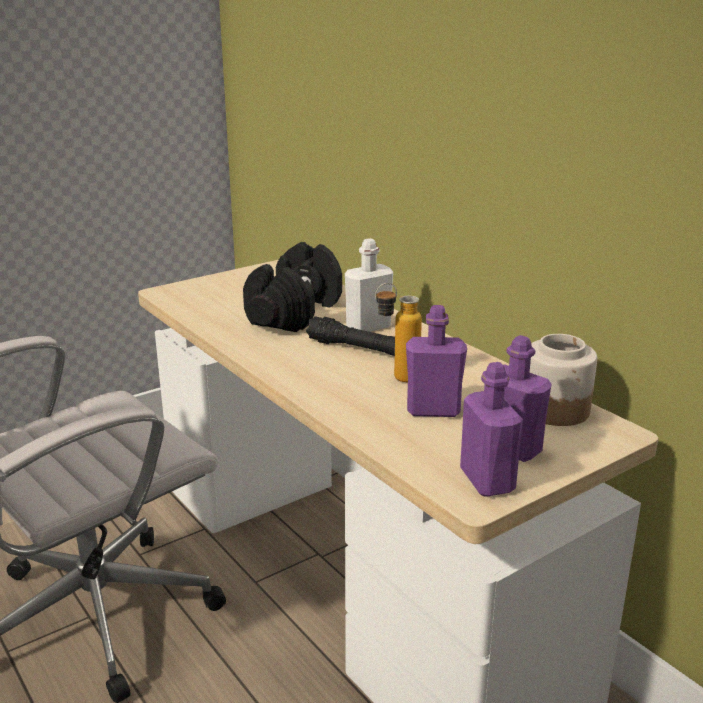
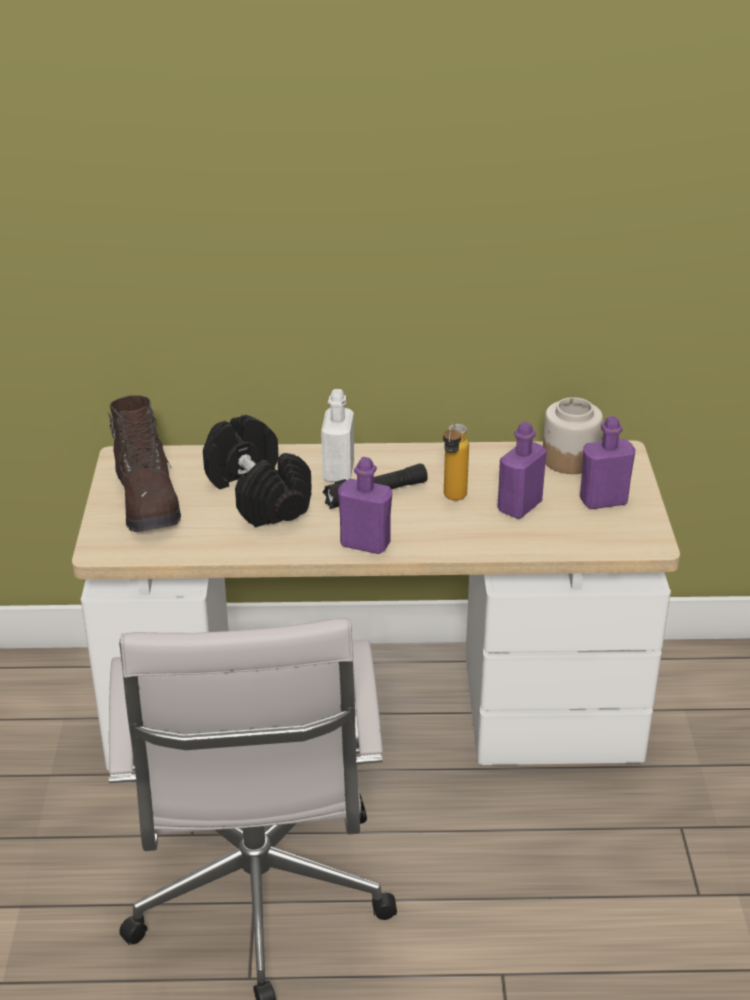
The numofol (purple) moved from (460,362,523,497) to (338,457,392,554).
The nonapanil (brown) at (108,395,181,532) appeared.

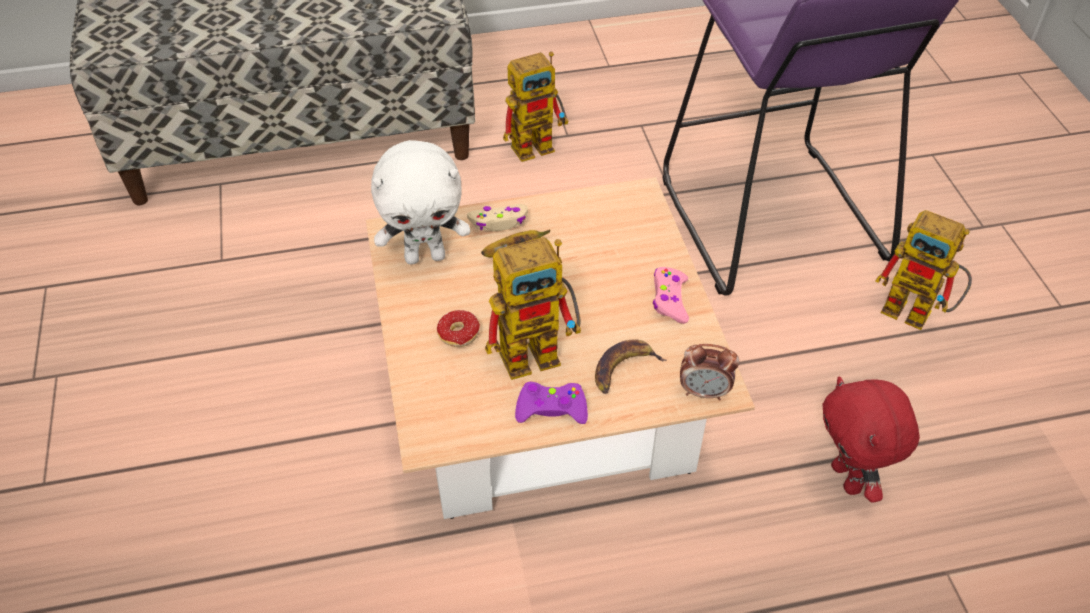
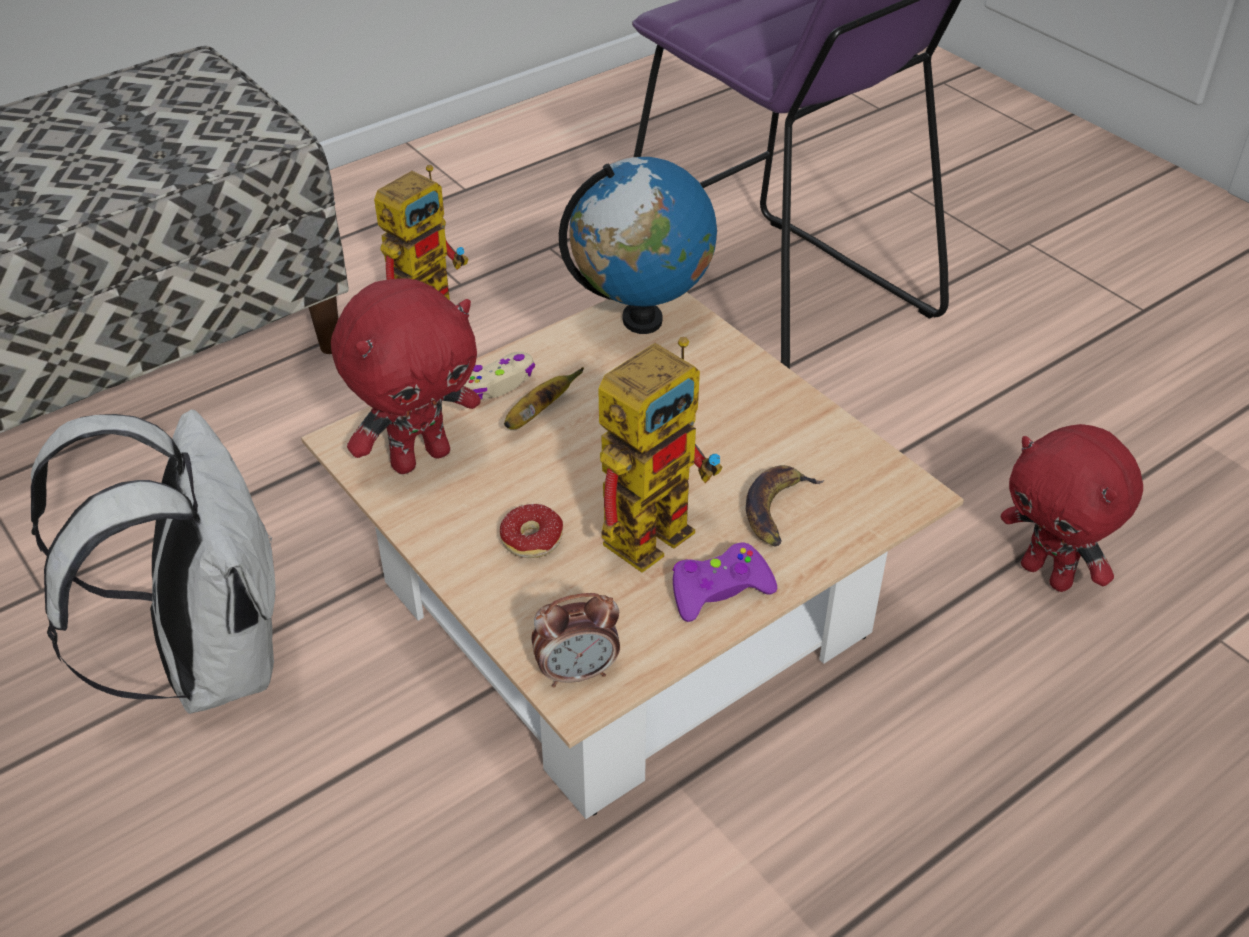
The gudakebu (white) at (371,140,470,264) became the gudakebu (red) at (331,278,481,474).
The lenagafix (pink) at (653,267,689,324) disappeared.
The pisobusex moved from (680,344,739,401) to (531,593,620,687).
The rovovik at (875,210,972,330) disappeared.
The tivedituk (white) at (31,409,275,714) appeared.
The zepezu at (559,157,717,334) appeared.

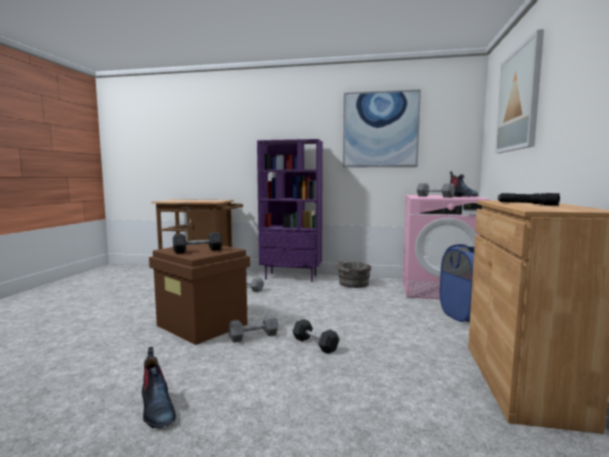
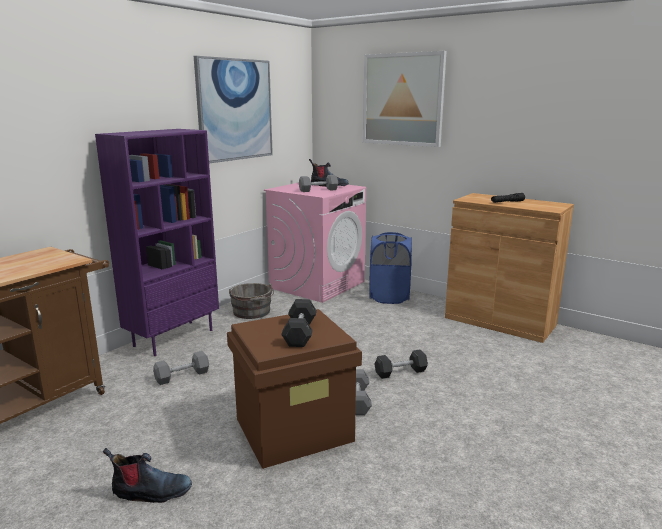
The nonapanil moved from (142,347,176,428) to (103,448,192,503).

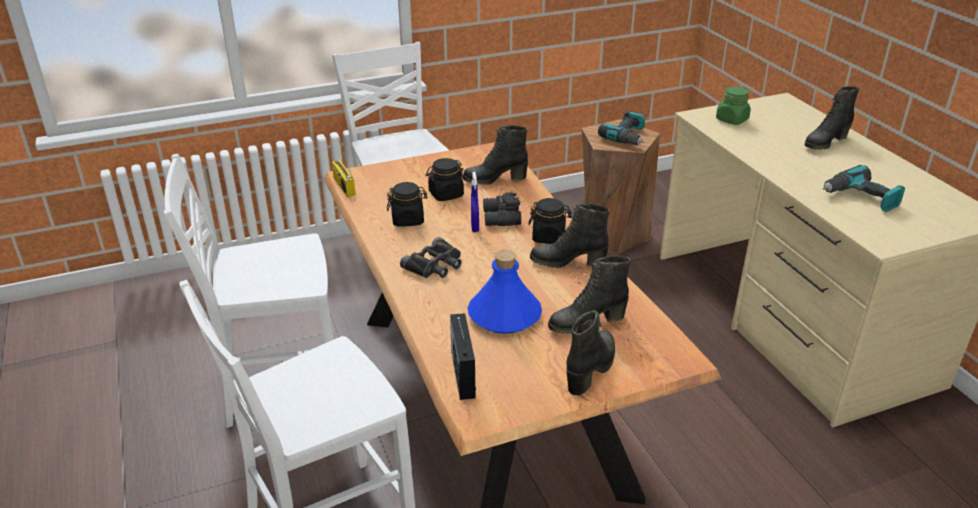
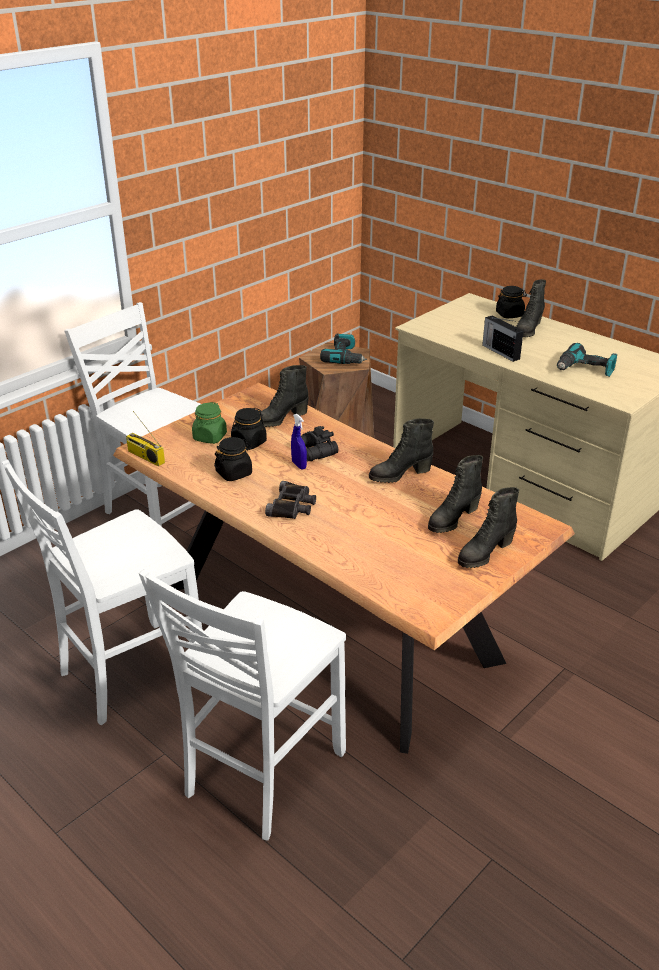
The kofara moved from (450,313,476,400) to (482,315,524,362).
The numofol (blue) at (468,250,542,334) disappeared.
The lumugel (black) moved from (528,198,572,244) to (496,286,527,318).
The nonapanil (black) at (566,310,615,396) turned 135 degrees counterclockwise.
The lumugel (green) moved from (716,87,751,125) to (192,402,227,444).

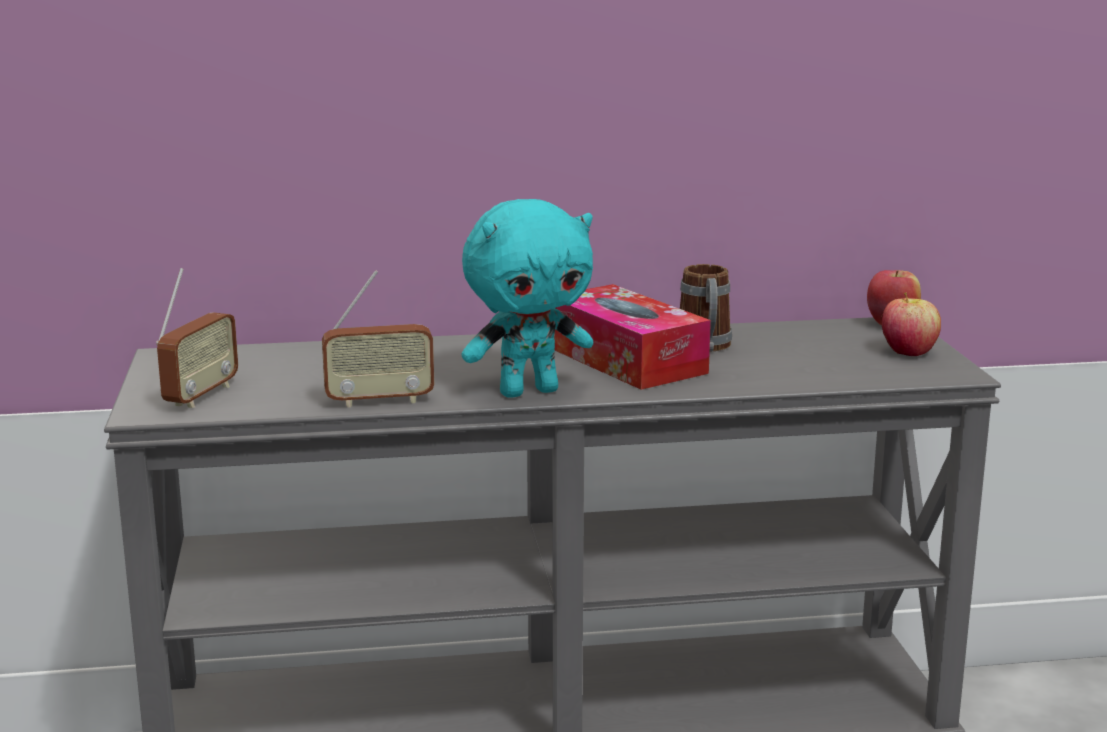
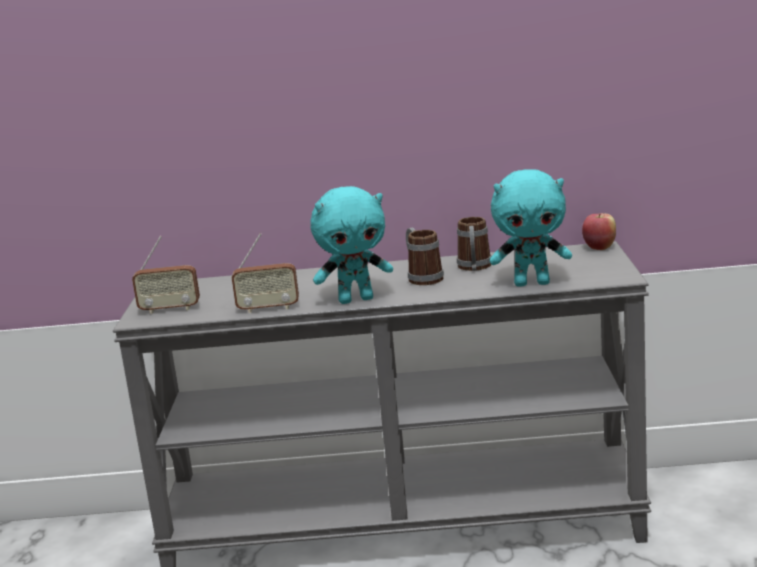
The kofara at (156,268,238,408) turned 60 degrees clockwise.
The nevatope at (554,284,711,390) was replaced by the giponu at (406,228,444,285).
The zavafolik at (882,292,941,356) disappeared.
The gudakebu (turquoise) at (490,169,572,287) appeared.

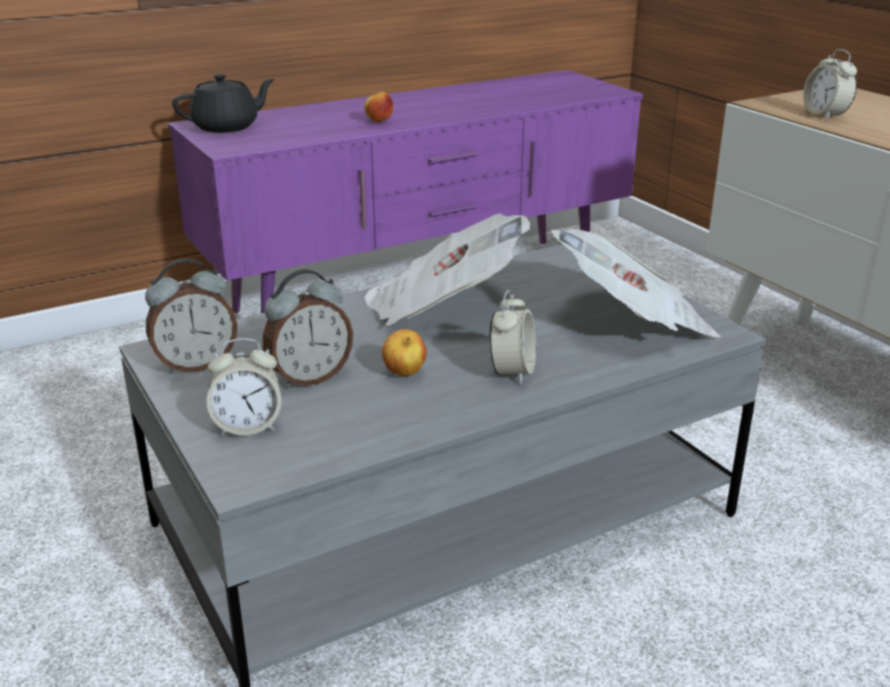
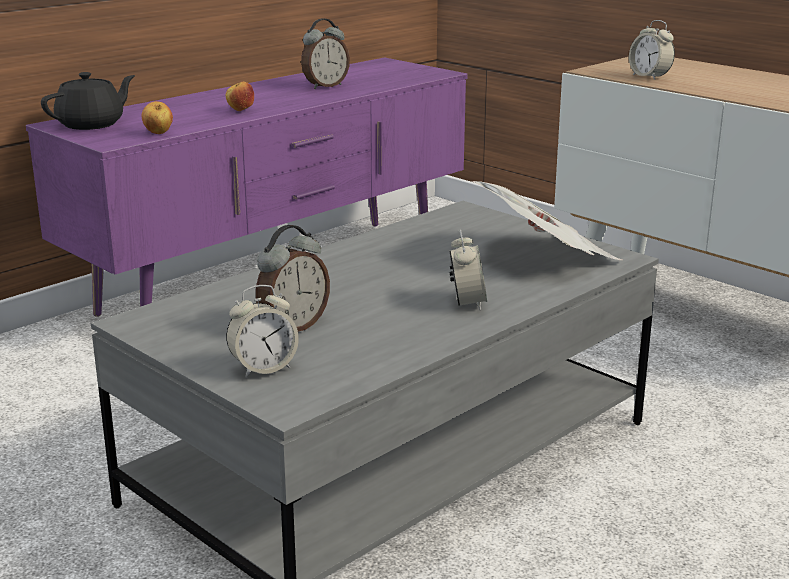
The pisobusex moved from (145,258,237,374) to (301,19,350,89).
The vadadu at (364,213,531,326) disappeared.
The zavafolik moved from (382,329,427,376) to (142,101,173,134).

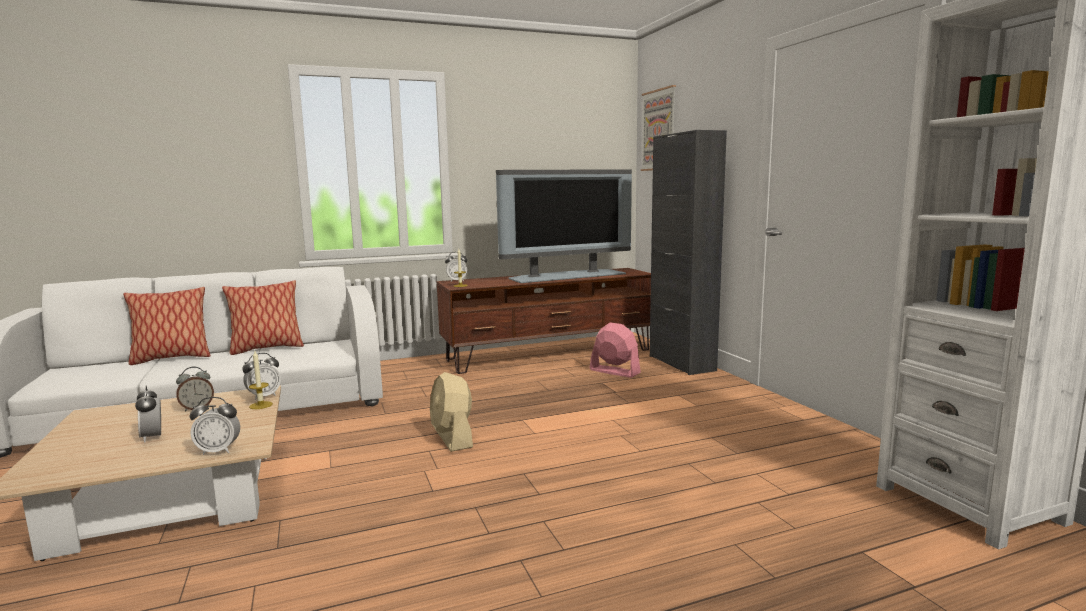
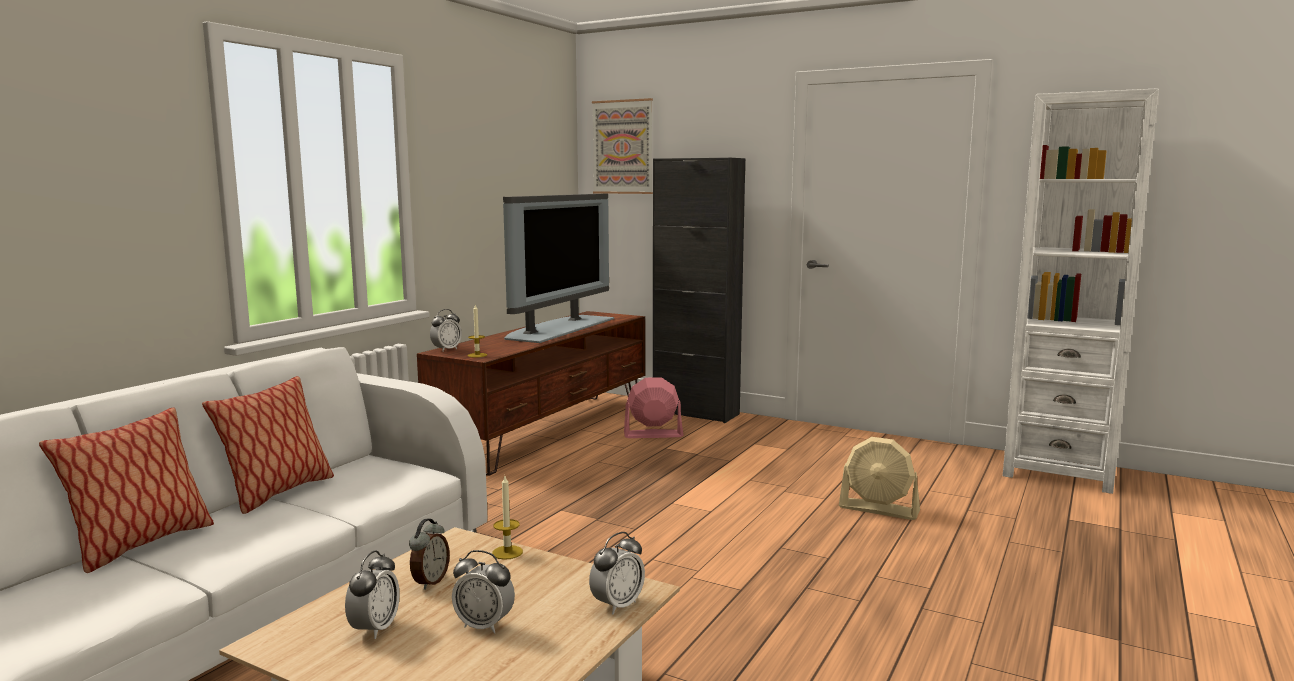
The pisobusex moved from (242,353,281,400) to (345,550,400,639).
The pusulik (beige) moved from (430,372,473,452) to (839,437,920,520).

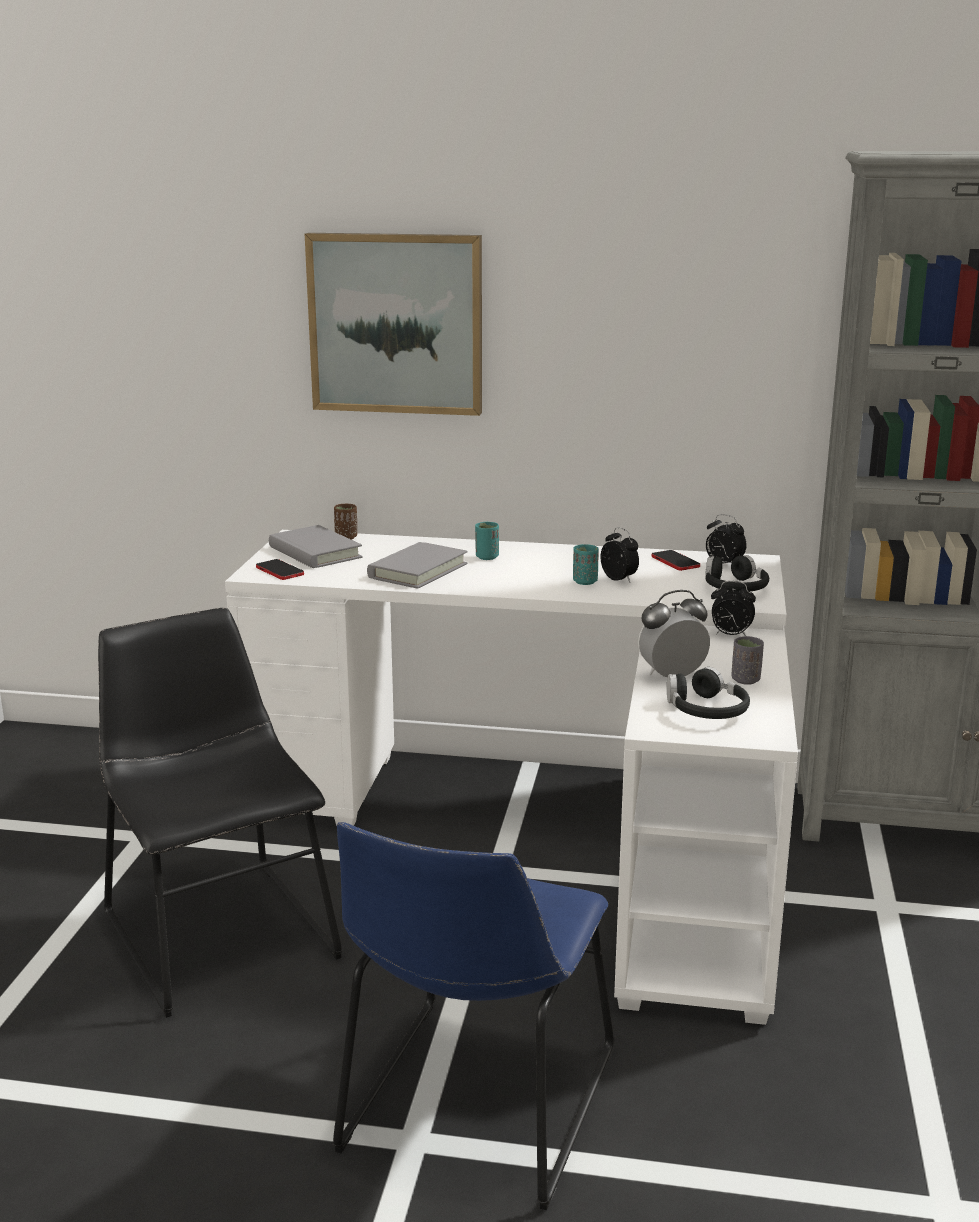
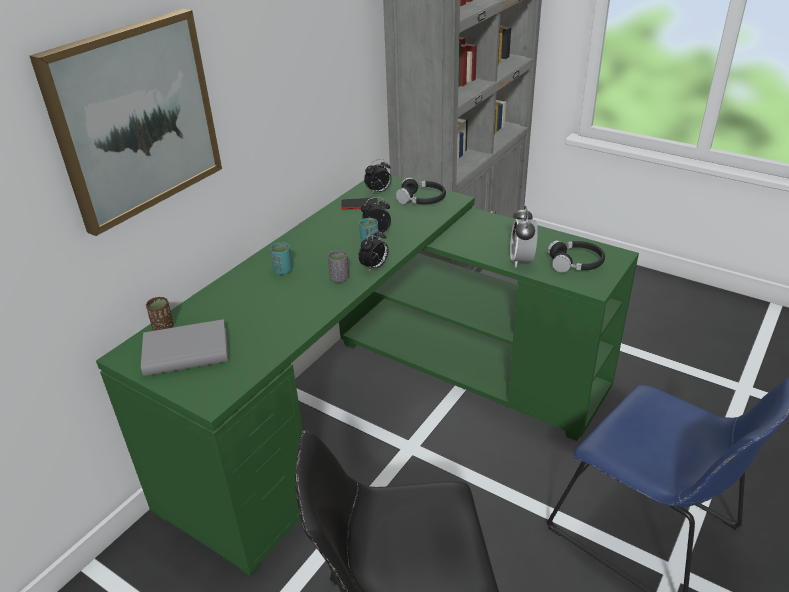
The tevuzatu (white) at (225,530,798,1025) became the tevuzatu (green) at (96,175,639,577).
The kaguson at (256,559,304,580) disappeared.
The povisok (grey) at (367,542,467,589) disappeared.
The pisobusex moved from (711,581,756,636) to (358,229,388,272).
The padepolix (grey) moved from (731,636,764,685) to (328,250,349,283).

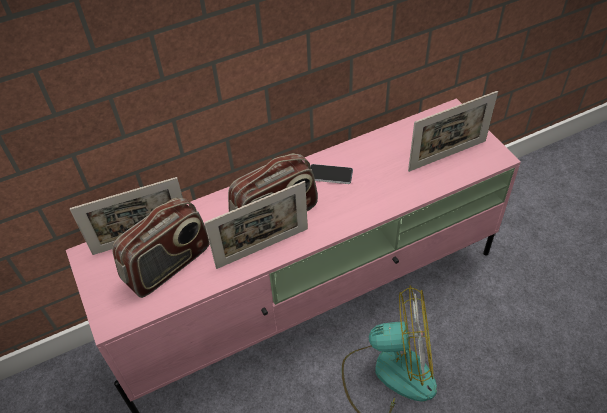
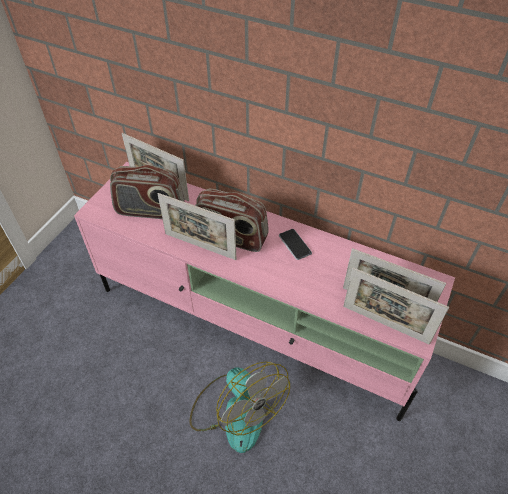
The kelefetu at (343,267,449,345) appeared.

